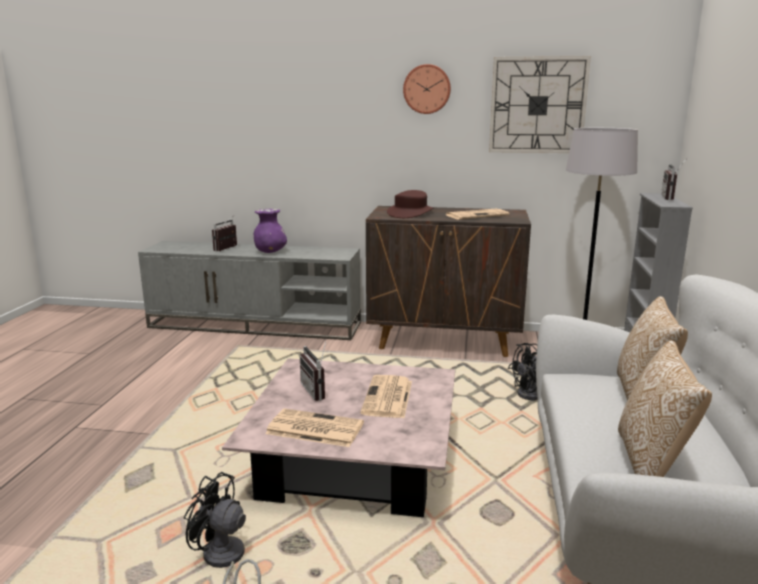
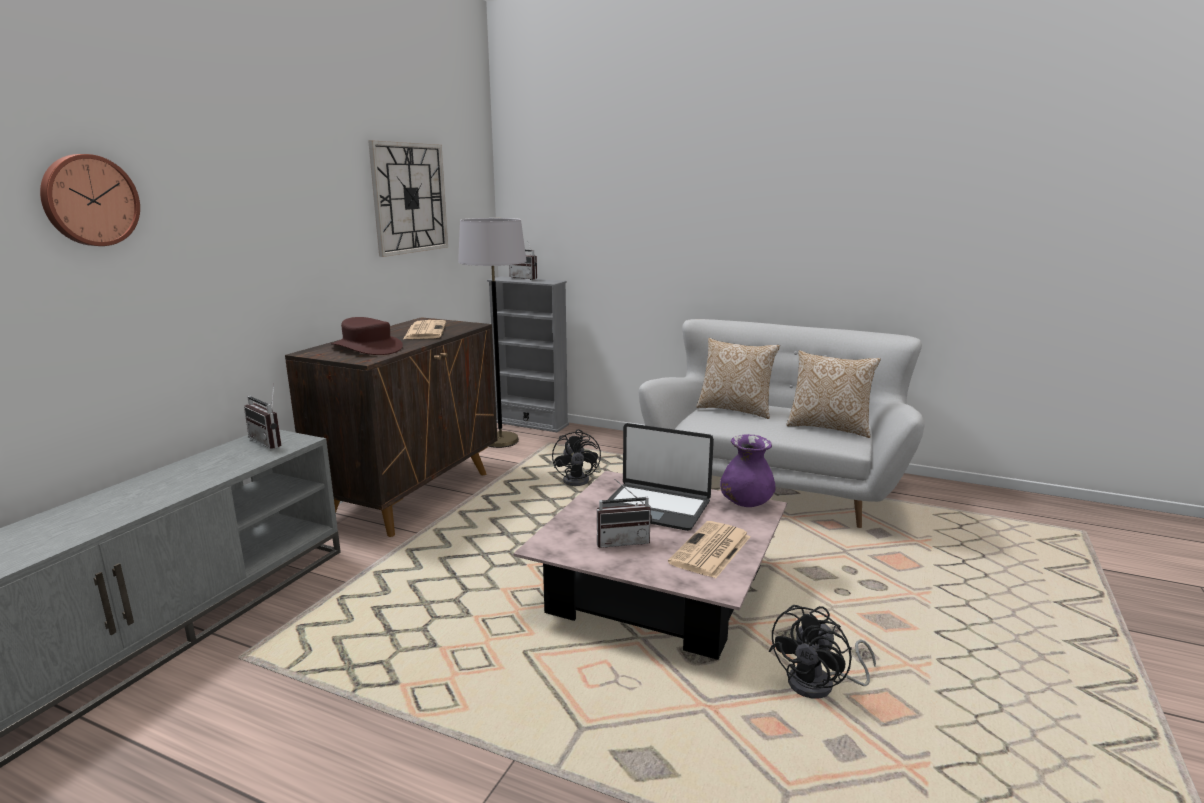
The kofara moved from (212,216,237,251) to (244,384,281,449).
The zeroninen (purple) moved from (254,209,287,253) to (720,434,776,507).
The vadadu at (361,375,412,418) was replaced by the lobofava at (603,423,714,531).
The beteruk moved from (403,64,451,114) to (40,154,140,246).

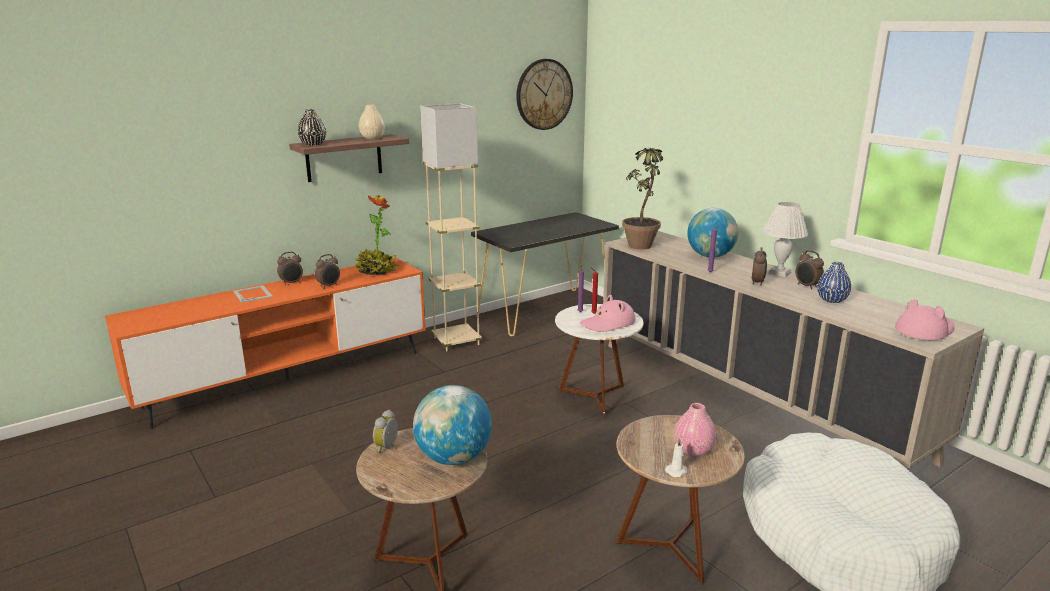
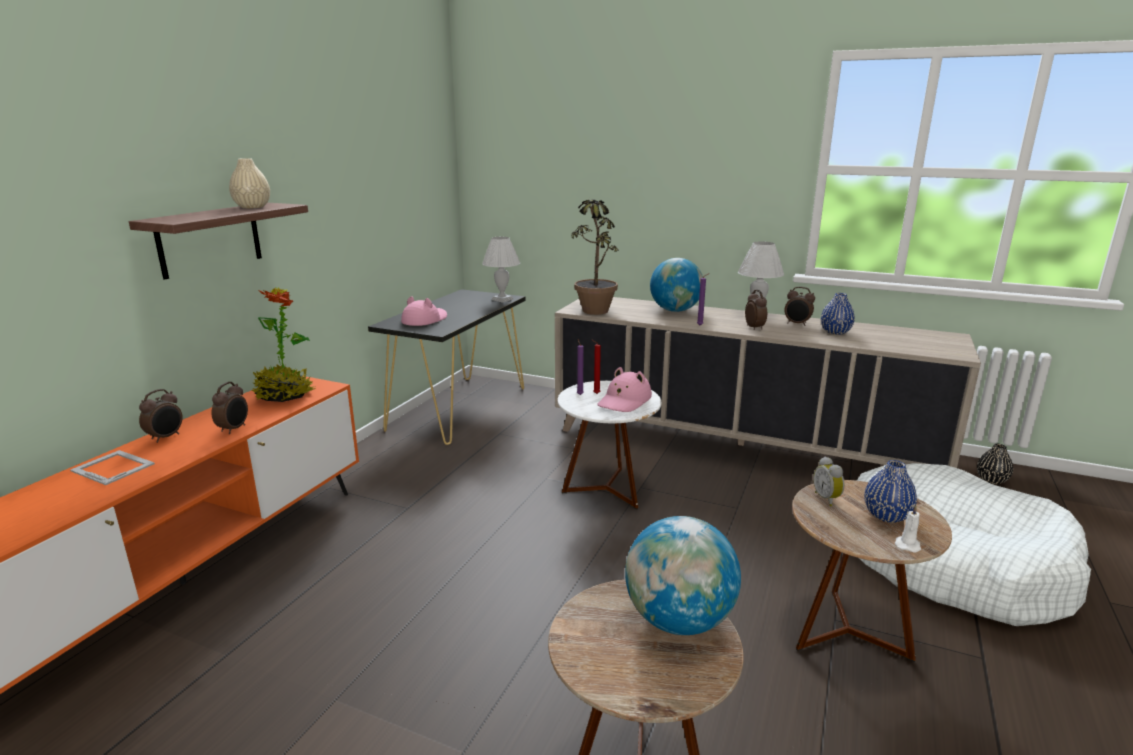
The zeroninen (black) moved from (298,109,326,146) to (977,444,1013,484).
The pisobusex moved from (373,410,398,454) to (813,456,845,506).
The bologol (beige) at (420,103,482,351) disappeared.
The beteruk at (516,59,573,130) disappeared.
The zeroninen (pink) at (674,403,716,457) became the zeroninen (blue) at (864,460,917,523).
The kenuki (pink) moved from (895,299,954,340) to (401,296,447,326).
The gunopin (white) at (482,237,520,303) appeared.

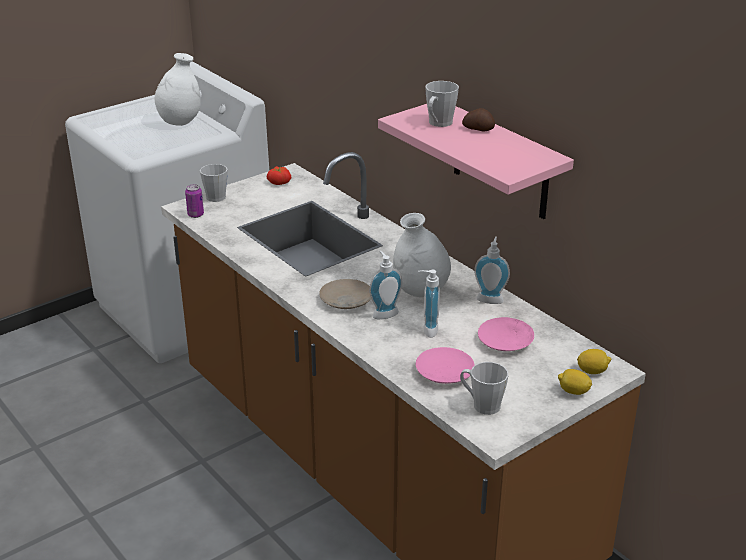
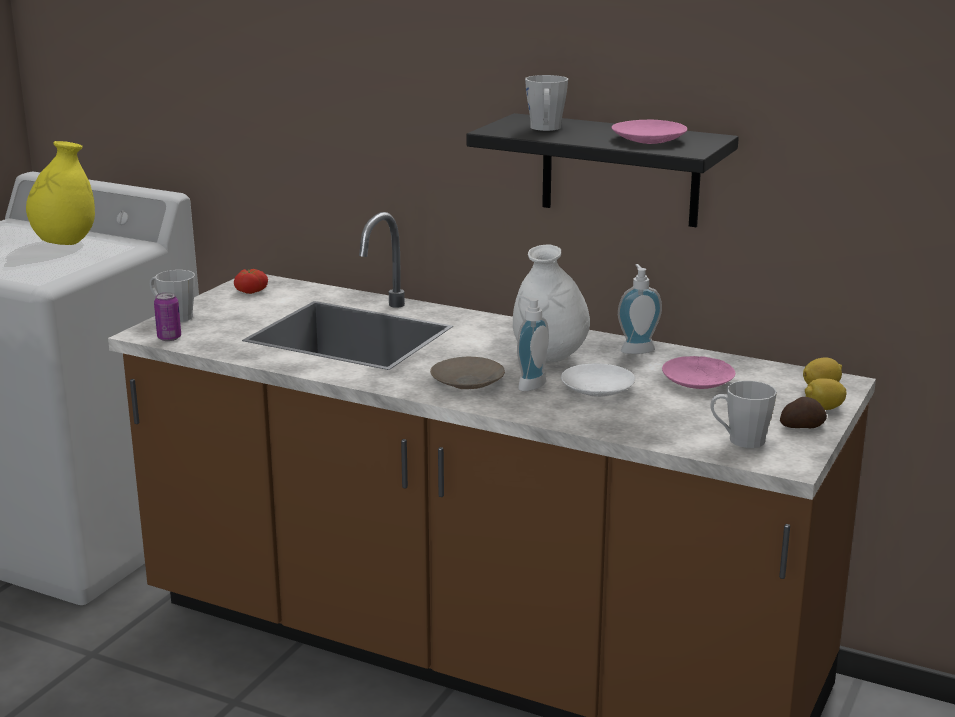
The zeroninen (white) at (155,53,201,126) became the zeroninen (yellow) at (26,141,95,245).
The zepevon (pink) at (378,104,574,219) became the zepevon (black) at (466,113,739,227).
The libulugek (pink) moved from (416,347,475,384) to (612,120,687,144).
The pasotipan at (418,270,440,338) was replaced by the libulugek (white) at (561,364,635,397).
The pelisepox moved from (462,108,495,131) to (780,397,827,428).

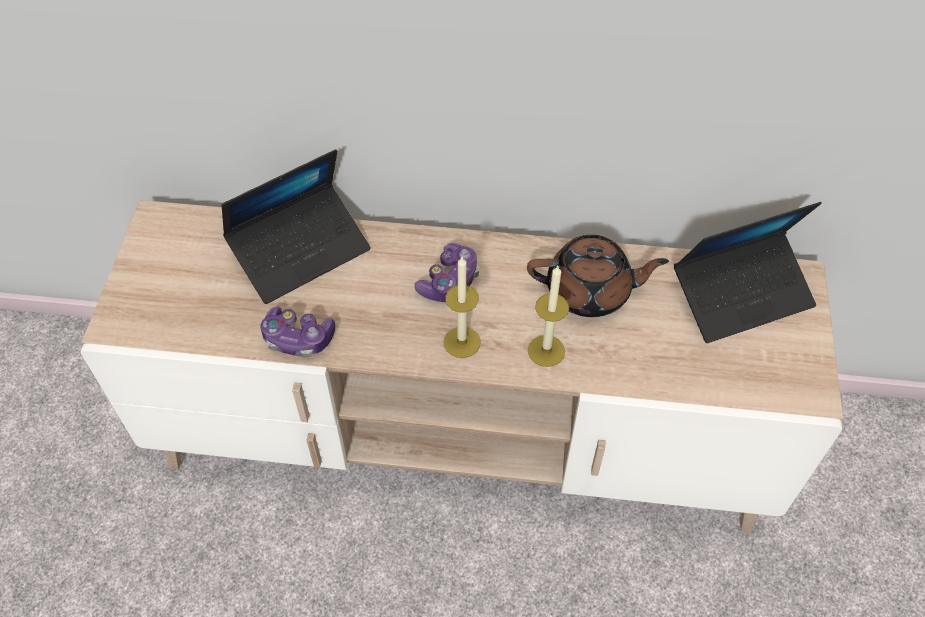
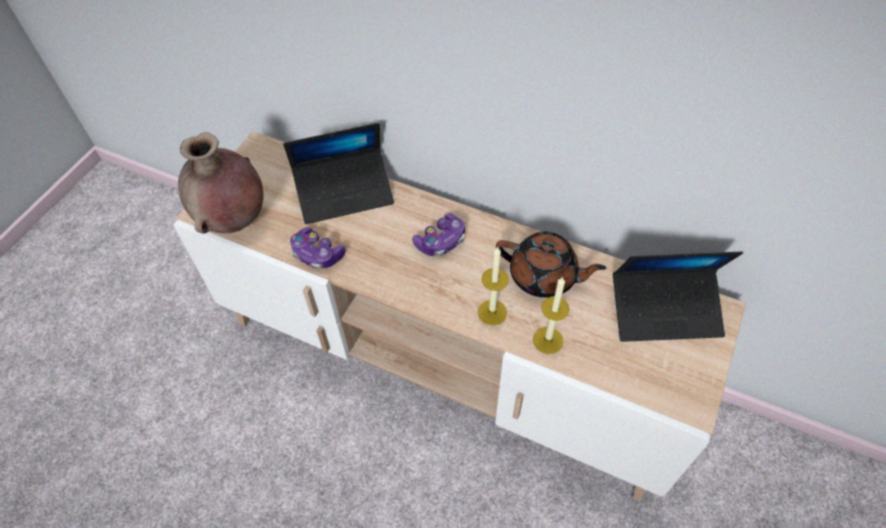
The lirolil moved from (444,257,480,358) to (533,276,569,354).
The zeroninen (brown) at (178,132,264,234) appeared.

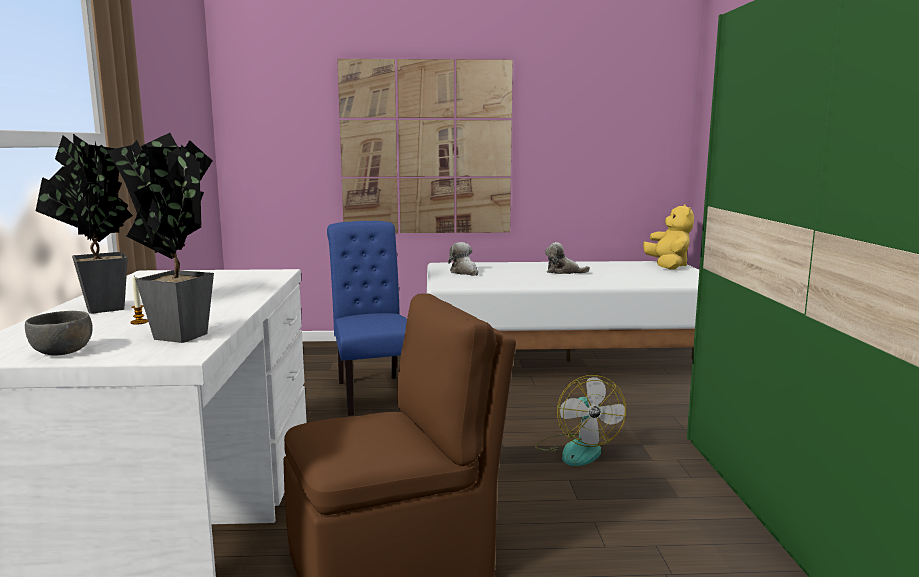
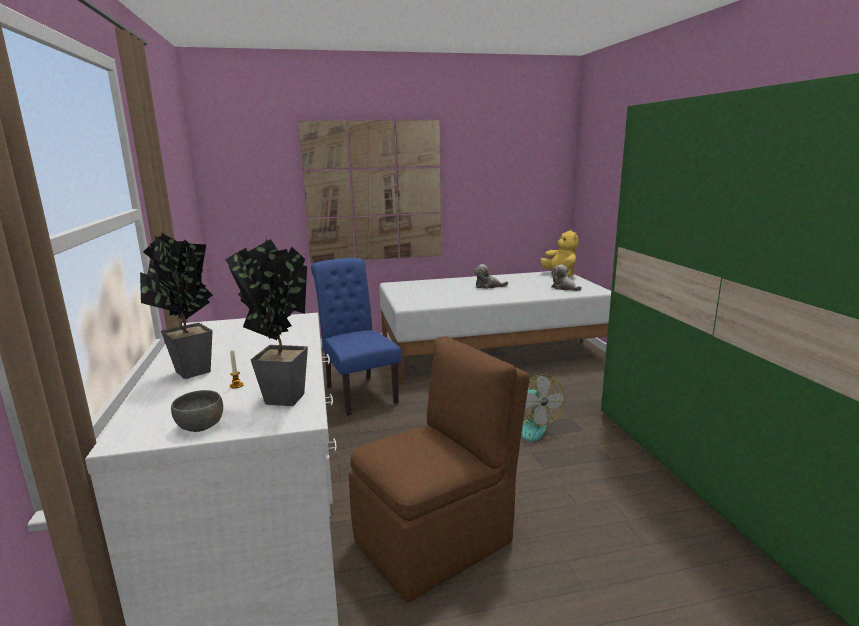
The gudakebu moved from (448,242,478,276) to (551,265,582,291).

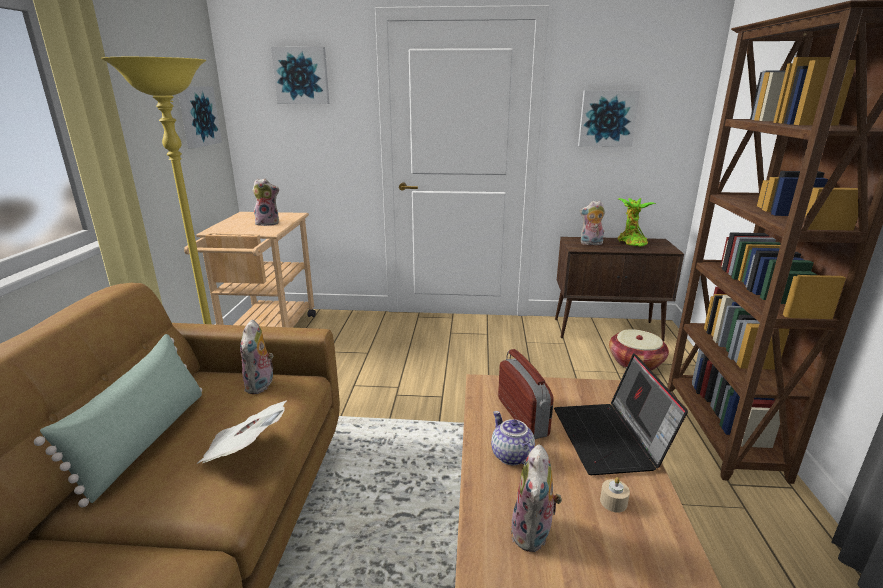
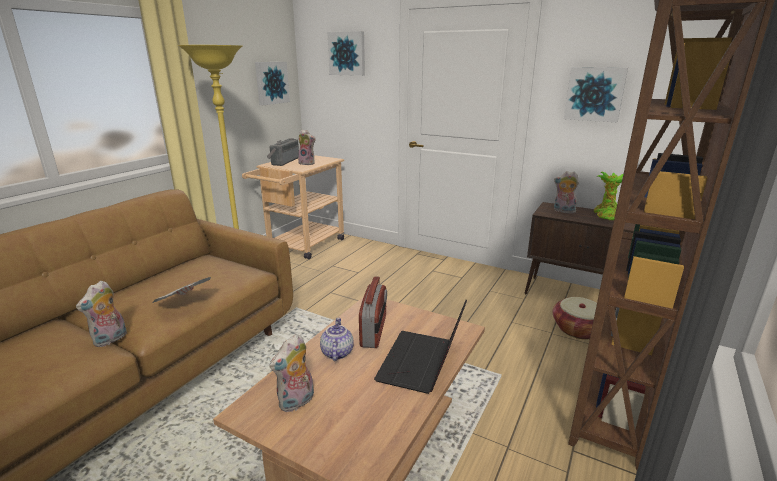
The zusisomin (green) at (34,334,202,507) disappeared.
The gudakebu moved from (240,320,274,394) to (76,281,127,347).
The lirolil (beige) at (600,477,630,512) disappeared.
The kofara at (267,138,299,166) appeared.

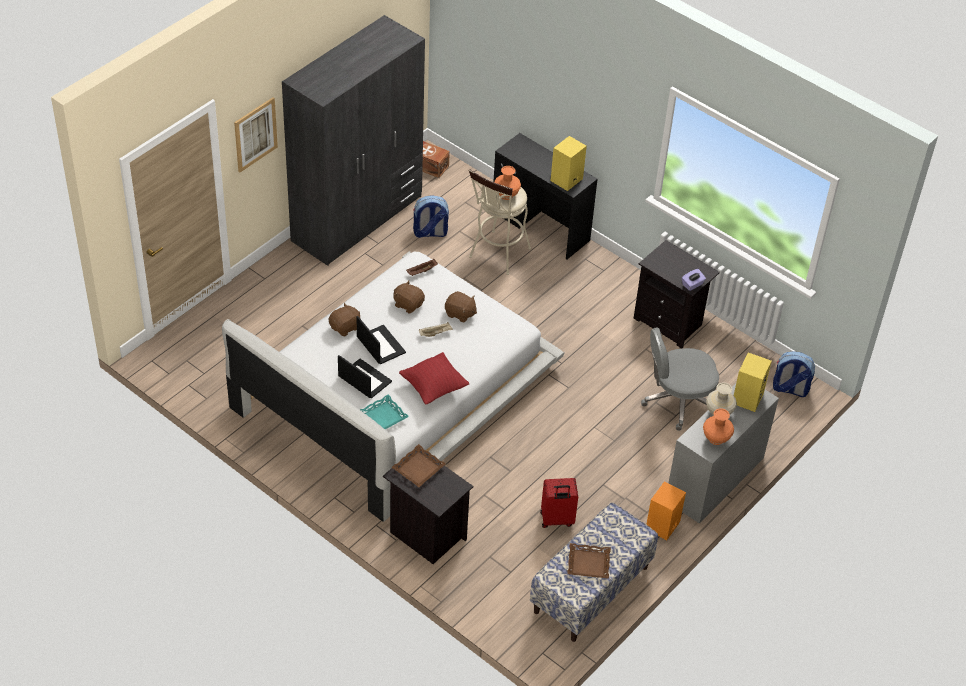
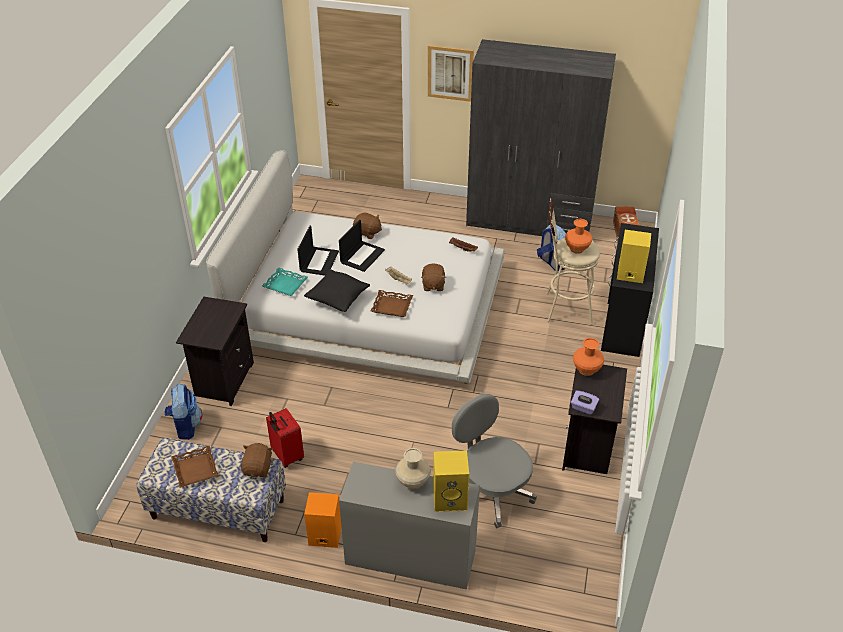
The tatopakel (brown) moved from (391,444,446,487) to (370,290,413,317).
The gudakebu (brown) moved from (393,281,425,313) to (241,443,273,477).
The zusisomin (red) at (399,352,470,404) became the zusisomin (black) at (304,269,370,312).
The zeroninen (orange) moved from (703,408,734,445) to (573,338,604,376).
The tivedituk moved from (773,352,815,397) to (165,384,203,440).

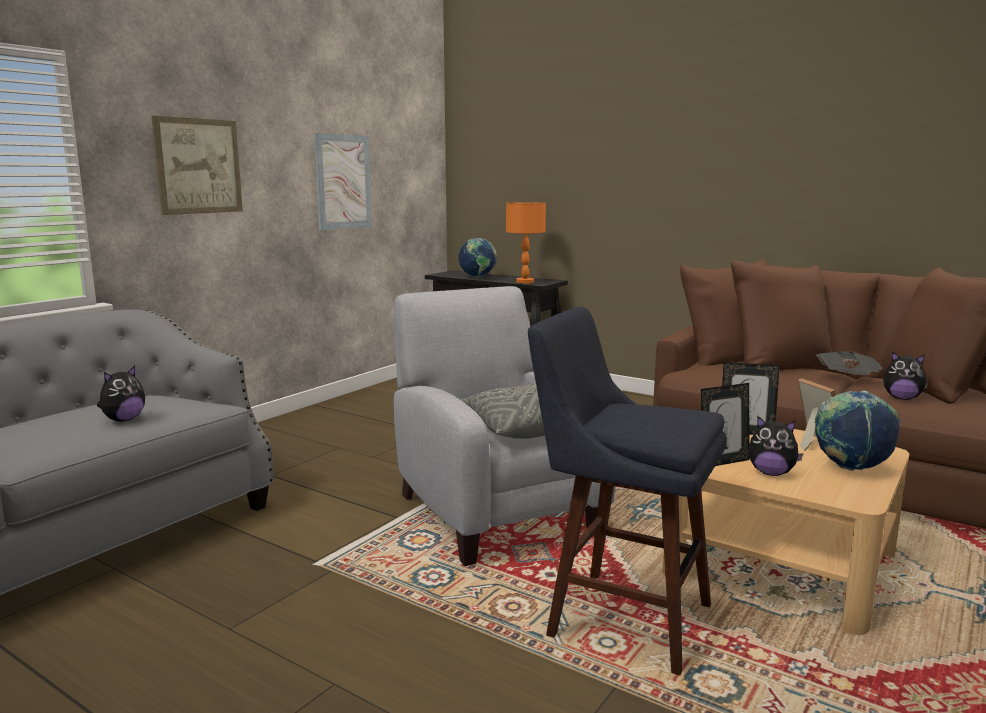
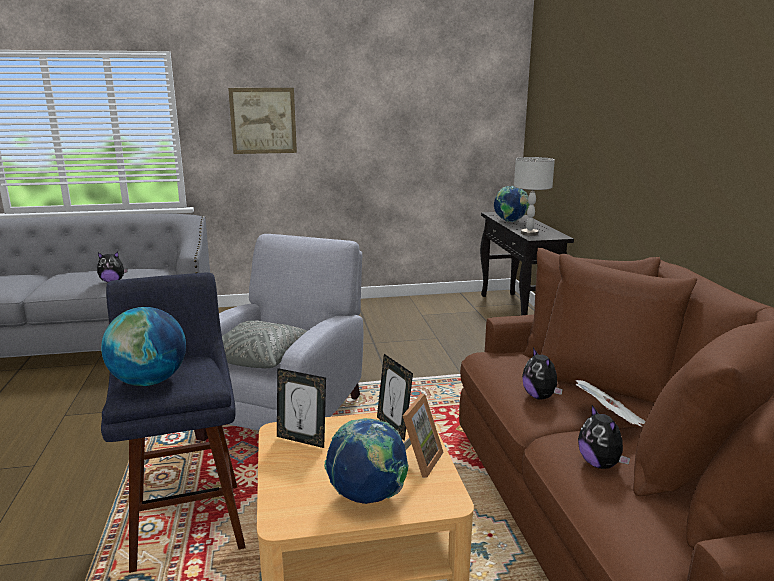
The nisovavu at (314,133,372,230) disappeared.
The gunopin (orange) at (506,202,546,284) became the gunopin (grey) at (514,157,555,236).
The gudakebu moved from (748,416,804,476) to (522,348,563,400).
The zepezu at (101,307,186,386) appeared.

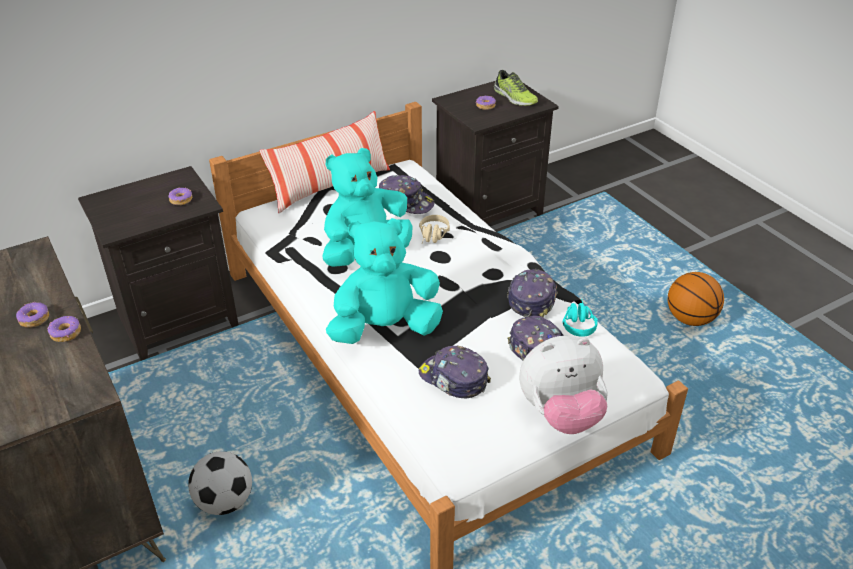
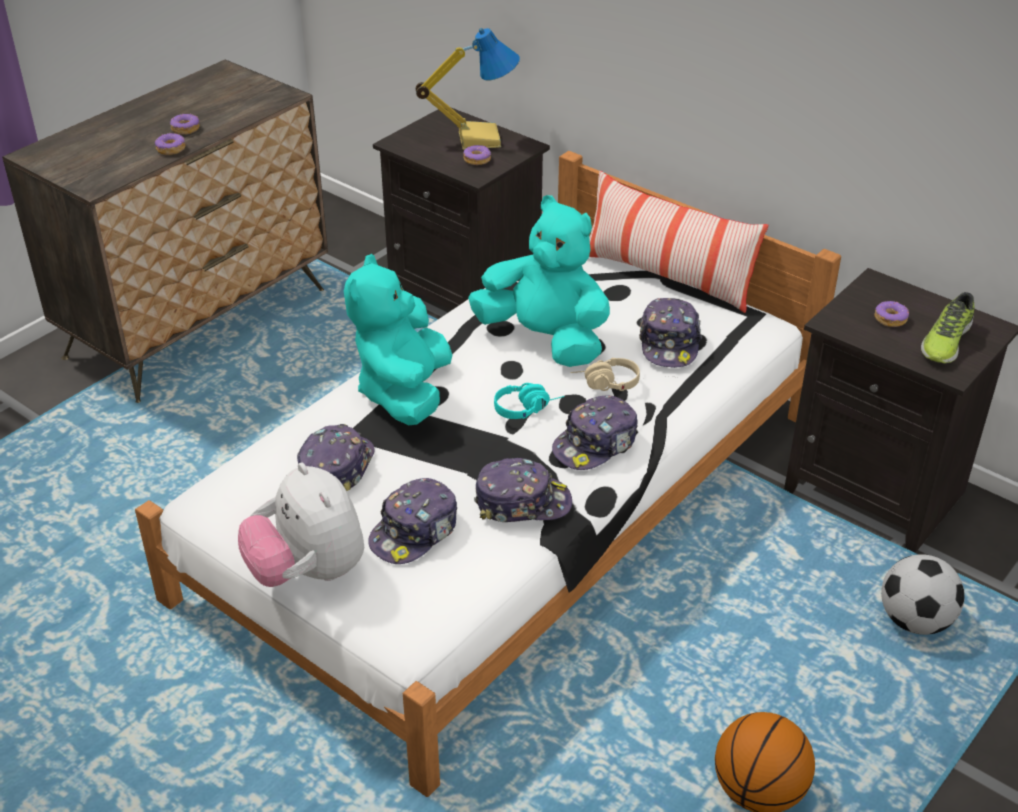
The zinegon moved from (188,451,252,515) to (881,554,965,635).
The gudakebu (turquoise) at (326,218,443,344) turned 135 degrees counterclockwise.
The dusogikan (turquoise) moved from (562,298,598,337) to (494,383,564,419).
The gunopin at (415,28,520,150) appeared.
The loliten at (552,395,638,470) appeared.

